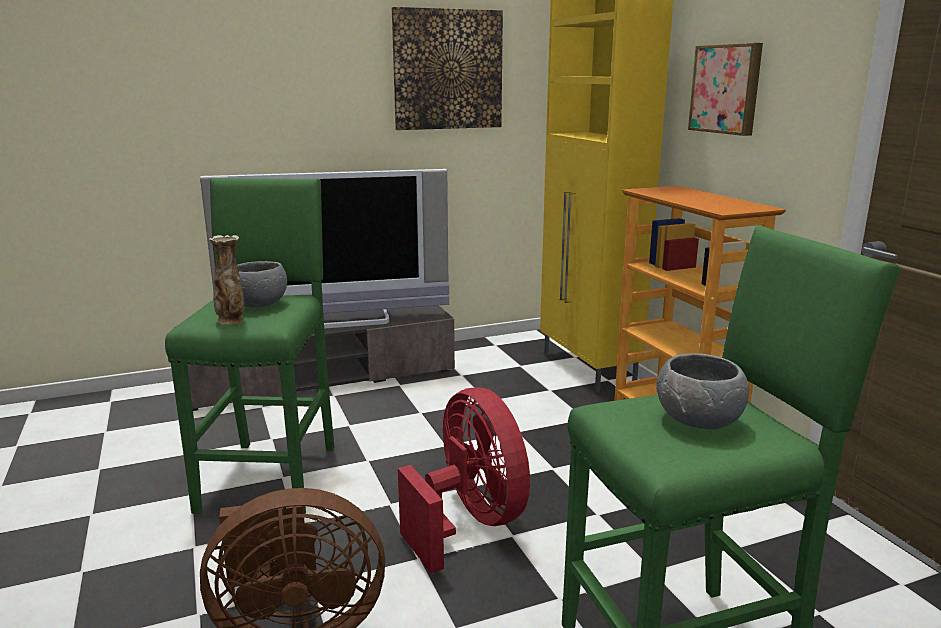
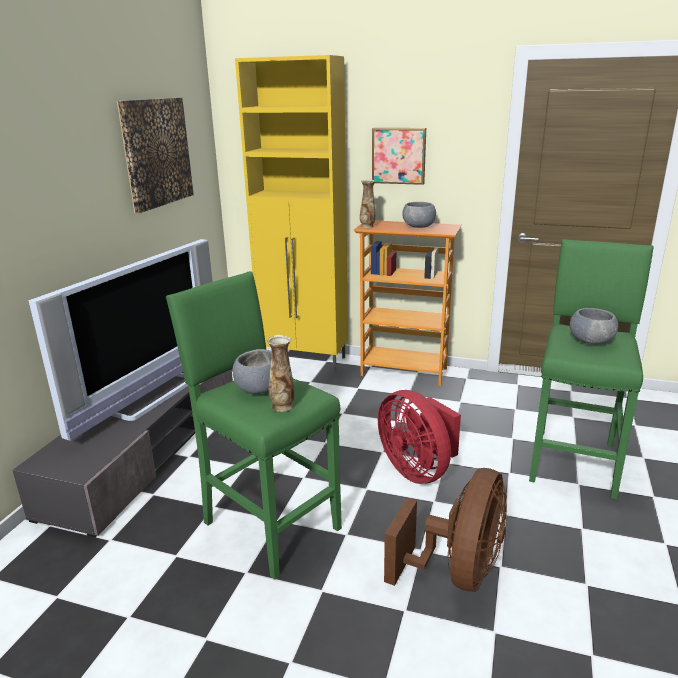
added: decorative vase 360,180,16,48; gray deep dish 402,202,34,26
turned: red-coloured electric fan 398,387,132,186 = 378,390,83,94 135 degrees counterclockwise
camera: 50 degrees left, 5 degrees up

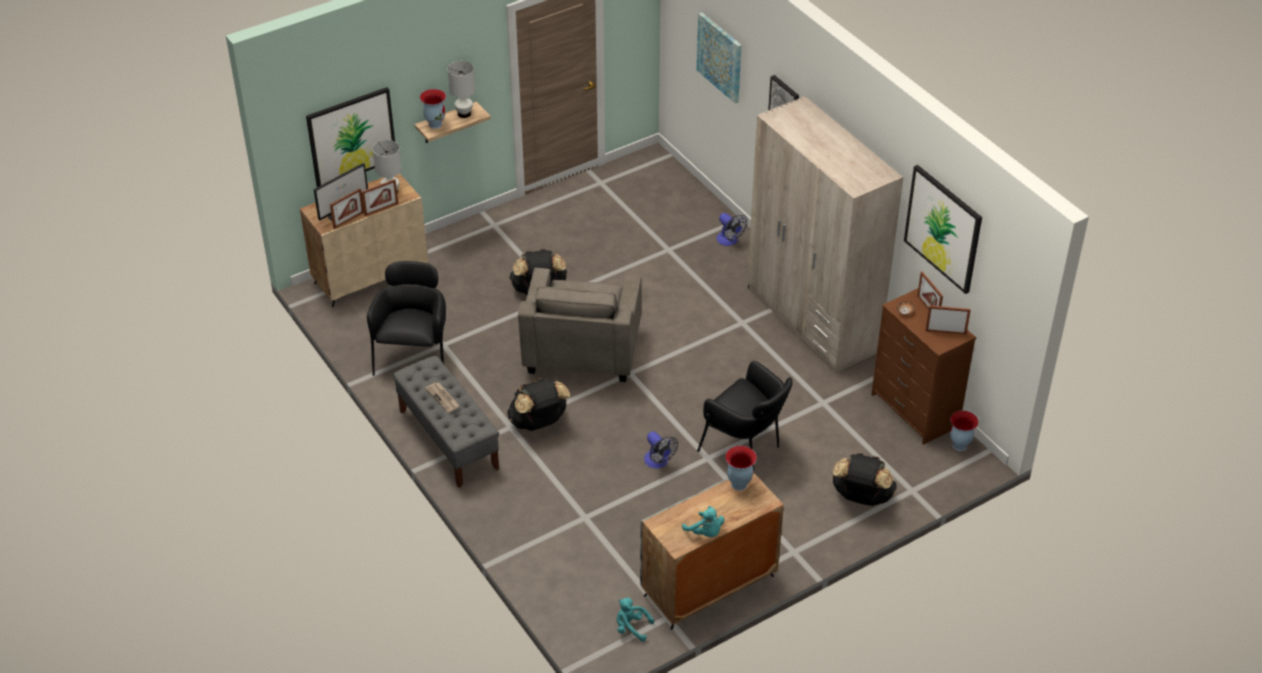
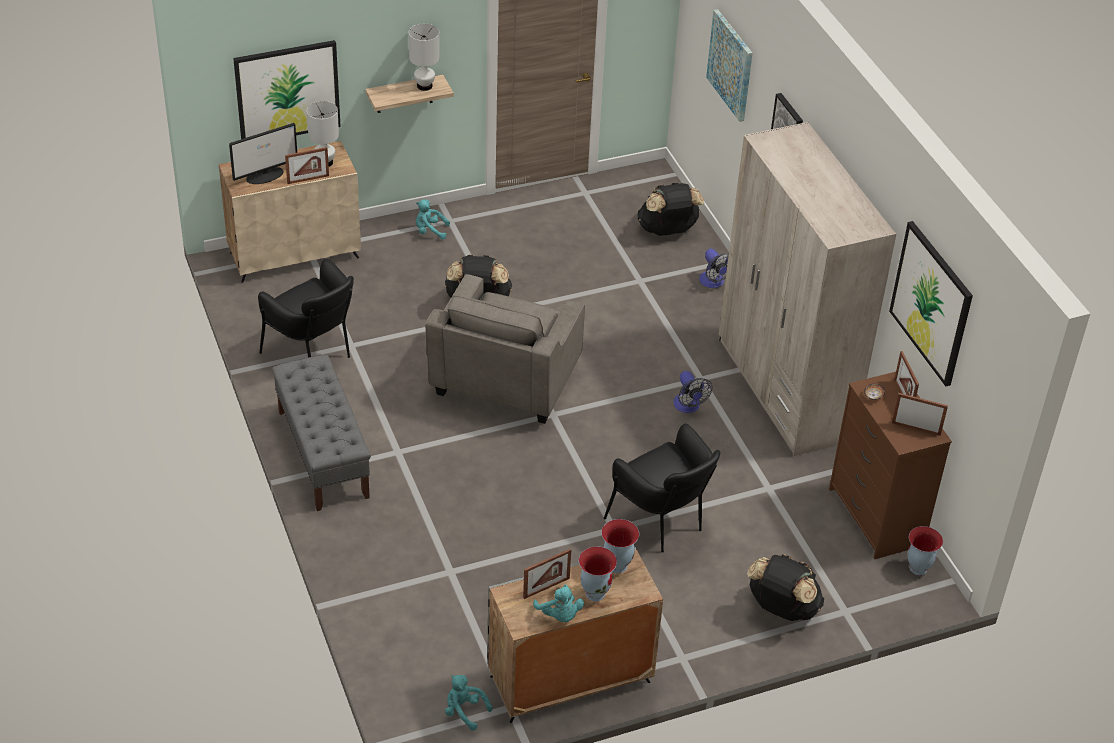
removed: newspaper 425,383,35,30
added: turquoise cuddly toy 416,199,34,40
moved: photo frame 330,188,34,41 to 523,549,48,50; decorative vase 420,89,26,40 to 579,547,38,54; blackish knapsack 507,378,63,53 to 638,182,66,54; electric fan 644,431,34,38 to 673,371,40,42
turned: blackish easy chair 367,261,79,115 = 258,258,96,100 120 degrees clockwise
camera: 10 degrees right, 0 degrees up

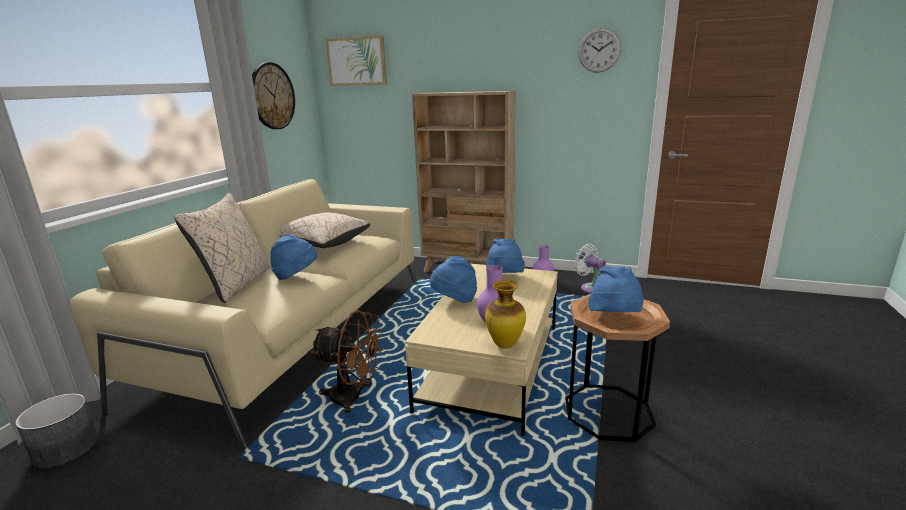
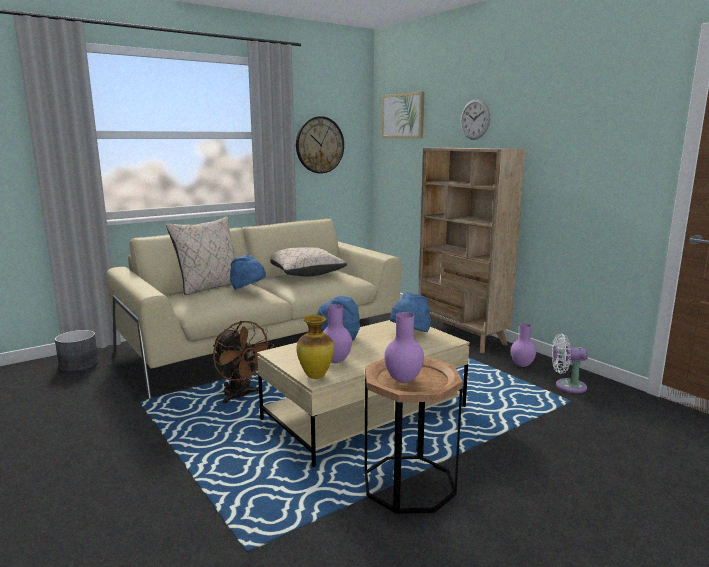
moved: clock on the wall 578,28,43,45 to 461,99,29,41
replaced: blue wearable hat 588,266,56,46 to purple-coloured decorative vase 384,312,40,71
turned: whitish electric fan 574,244,32,50 = 552,334,36,59 75 degrees counterclockwise
camera: 35 degrees right, 5 degrees down

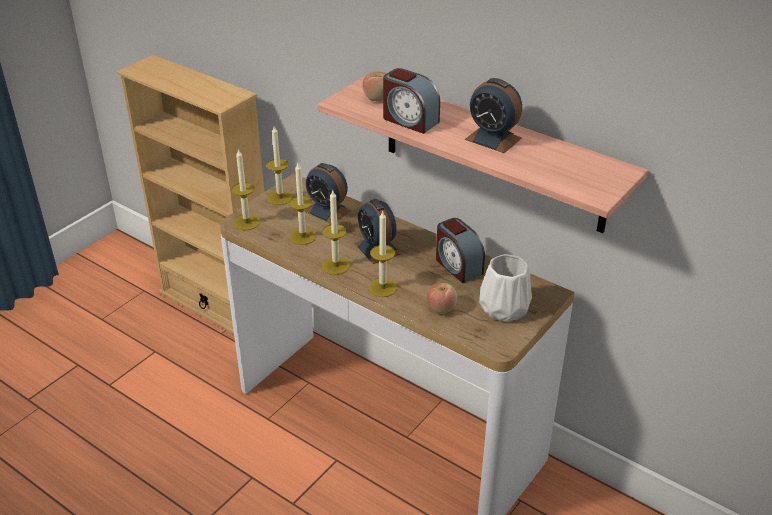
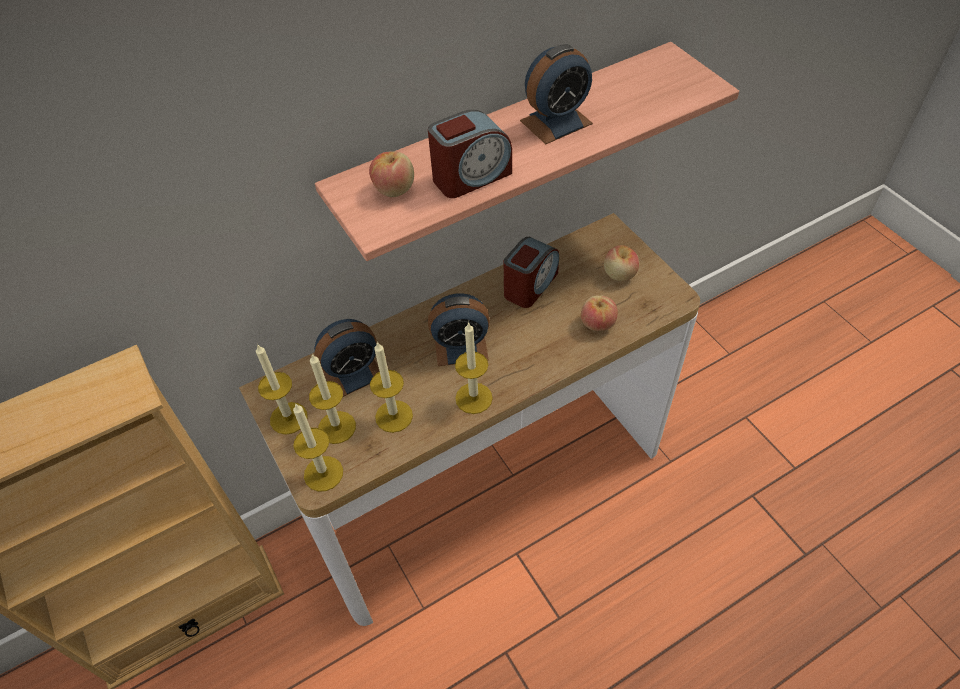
moved: wax candle 368,210,29,87 to 309,354,47,90
replaced: whitish decorative vase 479,254,53,68 to whole apple 604,245,35,36
turned: bedside clock 436,218,49,65 = 504,237,55,71 45 degrees counterclockwise
camera: 65 degrees left, 15 degrees up

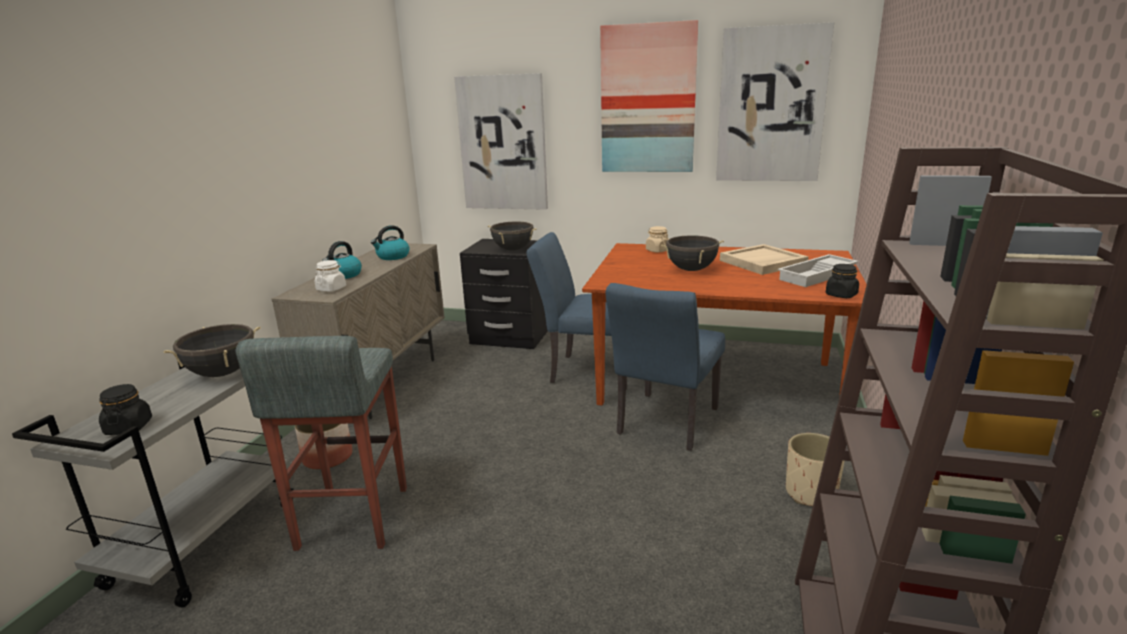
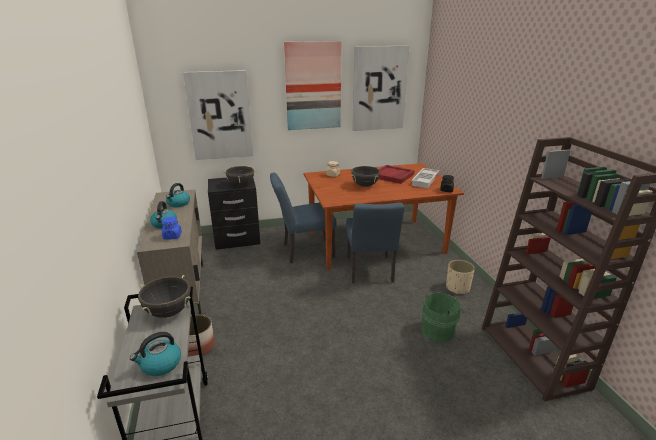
removed: gray stool 236,336,171,215
added: greenish bucket 422,292,42,51
replaced: blackish jar 99,384,53,51 to tea kettle 130,332,51,44
recoloured: whitish jar 315,260,31,32 to blue jar 162,217,20,22; beige tray 720,244,88,31 to red-coloured tray 378,165,36,19
camera: 30 degrees left, 5 degrees up

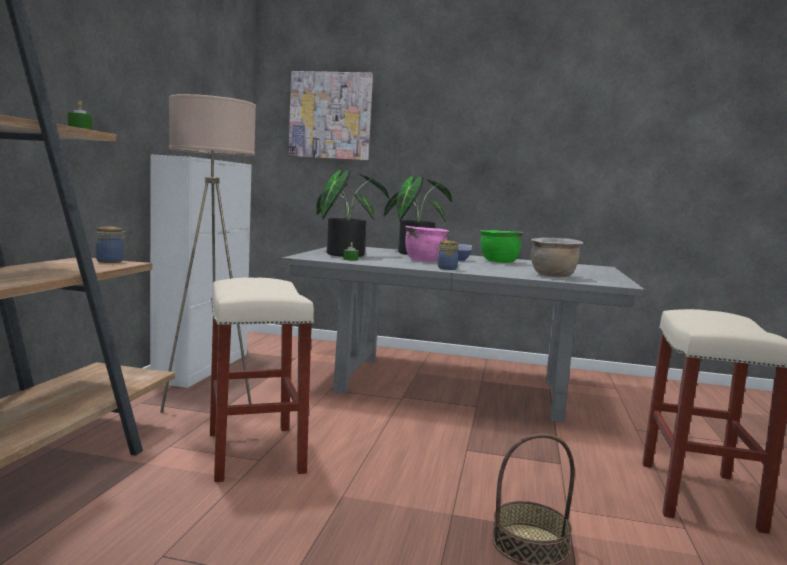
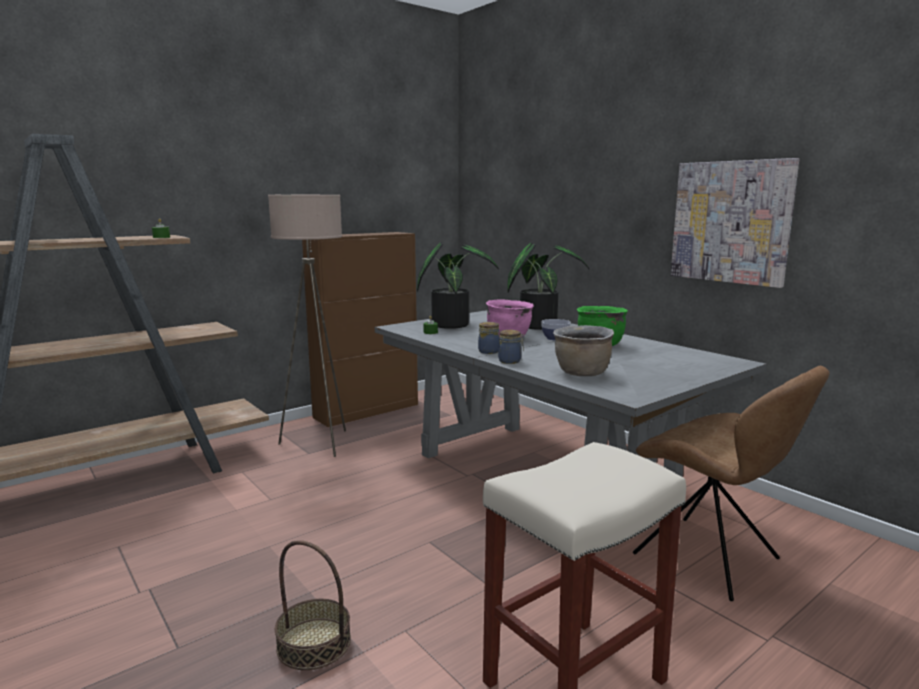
removed: beige stool 210,277,104,205
added: brown-coloured upright chair 633,366,196,235
moved: jar 96,226,31,37 to 498,330,26,34; wall picture 288,71,85,89 to 671,158,128,130
recoloured: whitish cabinet 150,154,102,234 to brown-coloured cabinet 302,232,116,195
camera: 40 degrees right, 5 degrees up

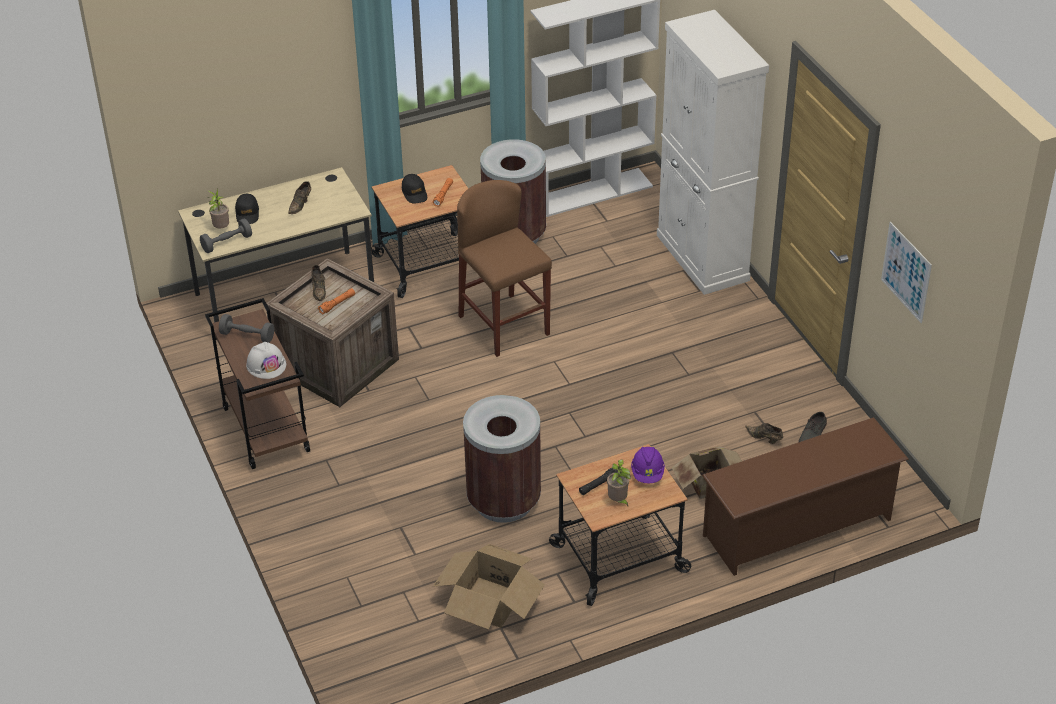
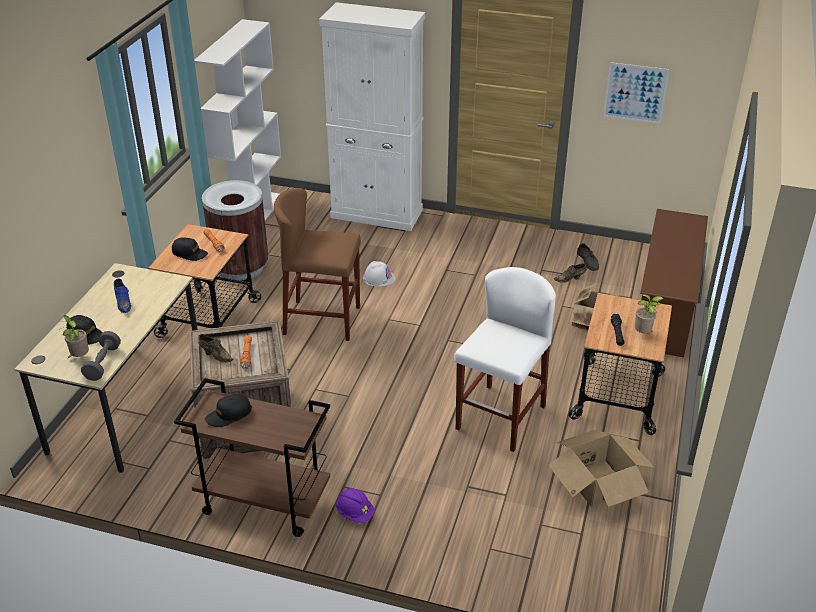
moved: purple-coloured safety helmet 631,447,34,36 to 336,488,39,35; whitish safety helmet 246,342,40,37 to 363,261,33,26
replaced: gray dumbbell 219,314,55,29 to blackish cap 205,394,47,33; brown-coloured waste bin 463,395,78,128 to whitish stool 454,267,102,185
recoloured: brown-coloured item of footwear 288,181,23,33 to blue item of footwear 114,278,17,35
camera: 50 degrees left, 5 degrees down

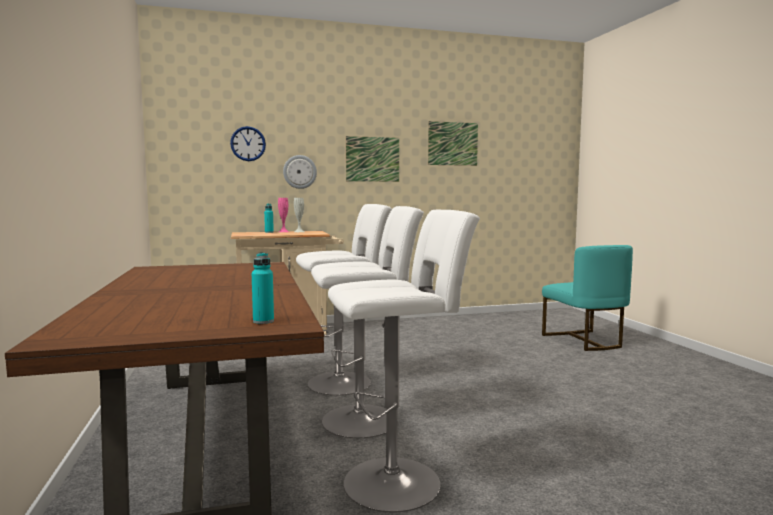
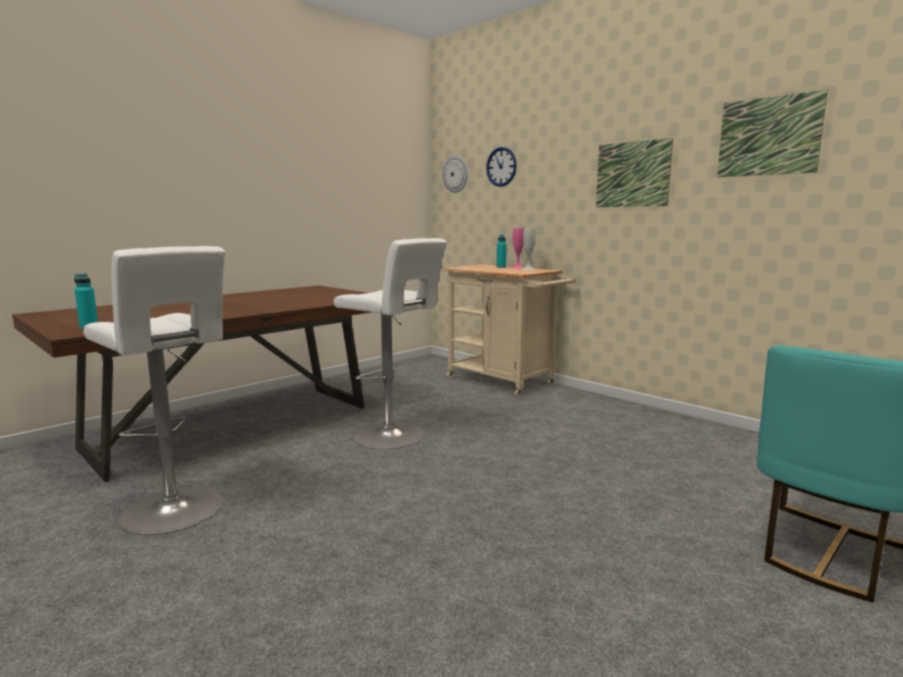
removed: whitish stool 311,206,113,232
moved: clock on the wall 283,155,34,34 to 443,156,25,37
camera: 60 degrees right, 5 degrees up

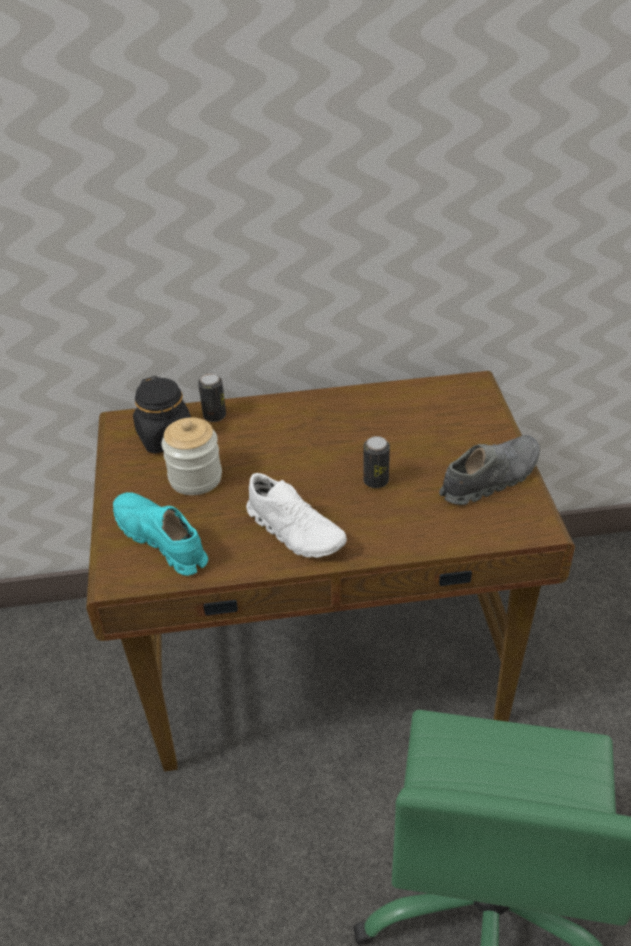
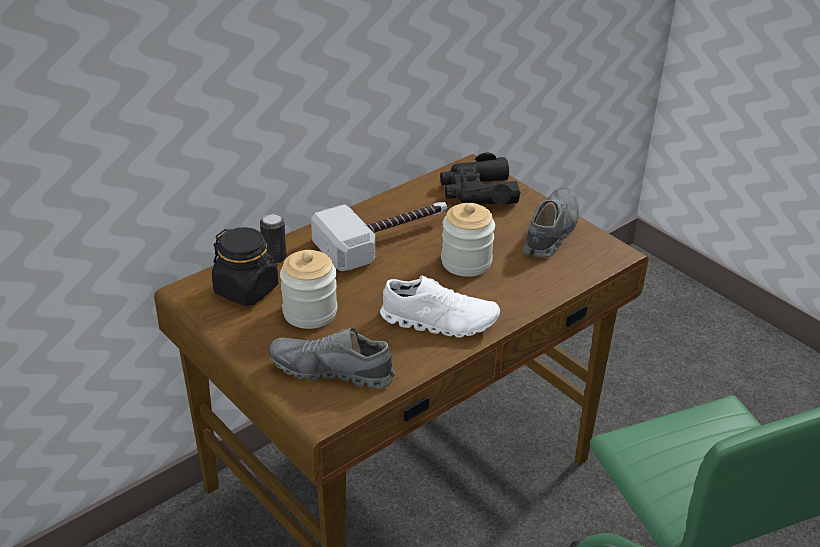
added: hammer 311,202,136,69; blackish pair of binoculars 440,153,81,52
replaced: can 363,436,27,52 to jar 441,203,54,74
recoloured: turquoise item of footwear 113,492,95,84 to gray item of footwear 268,328,127,61
camera: 35 degrees left, 5 degrees down

